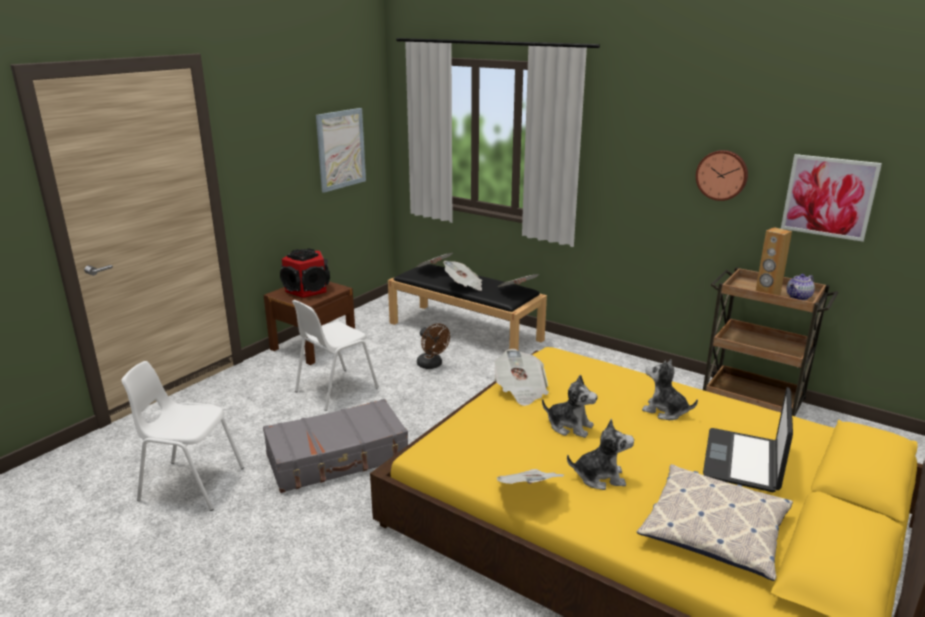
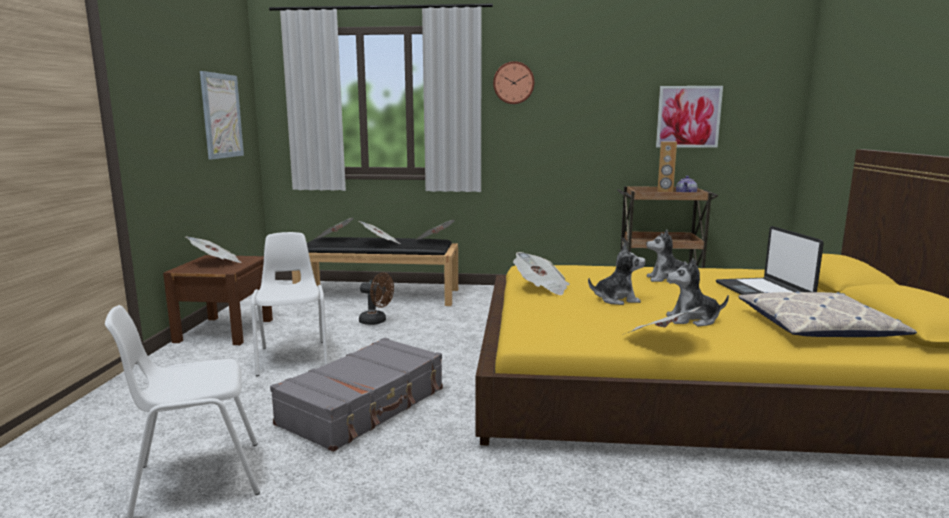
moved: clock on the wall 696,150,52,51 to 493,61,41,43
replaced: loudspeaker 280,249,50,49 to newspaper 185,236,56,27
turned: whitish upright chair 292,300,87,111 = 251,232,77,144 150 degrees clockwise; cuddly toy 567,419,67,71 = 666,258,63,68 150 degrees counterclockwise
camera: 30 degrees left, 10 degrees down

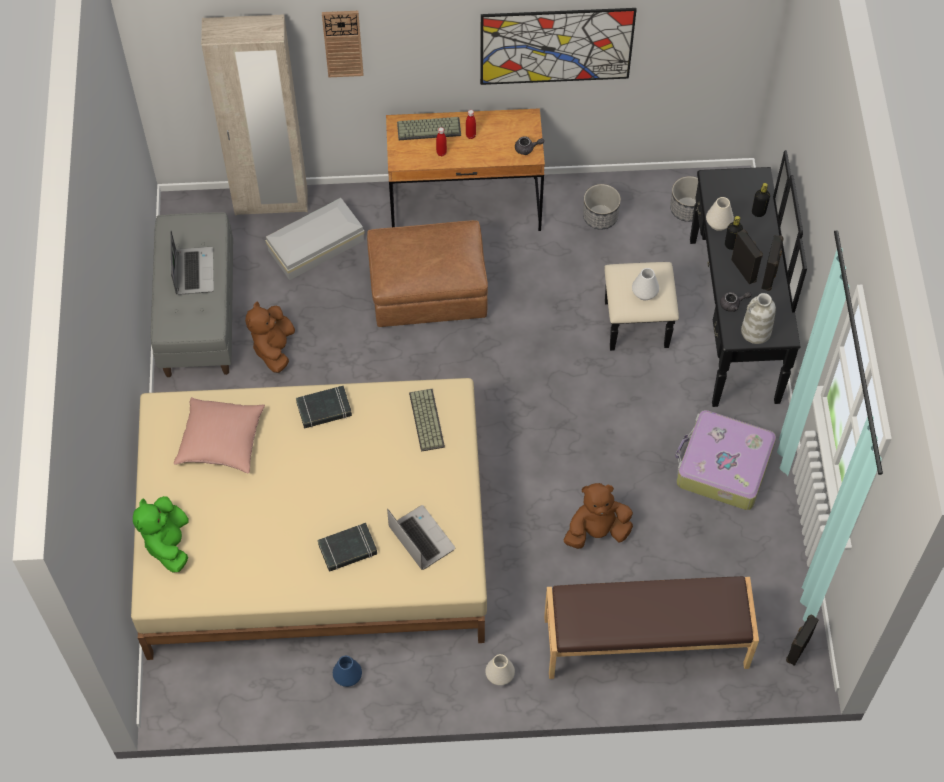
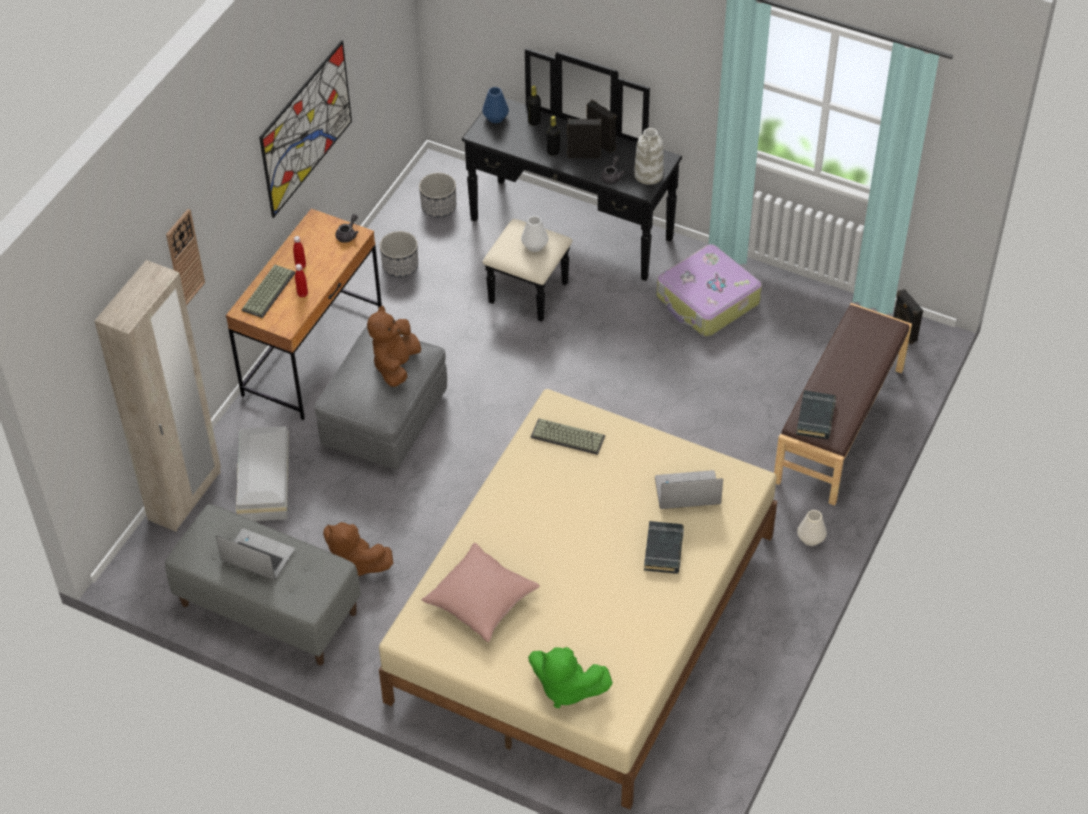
removed: whitish decorative vase 706,197,28,34
moved: brown-coloured cuddly toy 564,483,69,66 to 367,306,54,81; blue decorative vase 333,656,29,31 to 482,87,27,36; blackish volume 296,386,56,42 to 796,390,40,49
recoloured: brown-coloured ottoman 367,220,121,107 to gray ottoman 314,326,133,144
camera: 60 degrees left, 10 degrees down

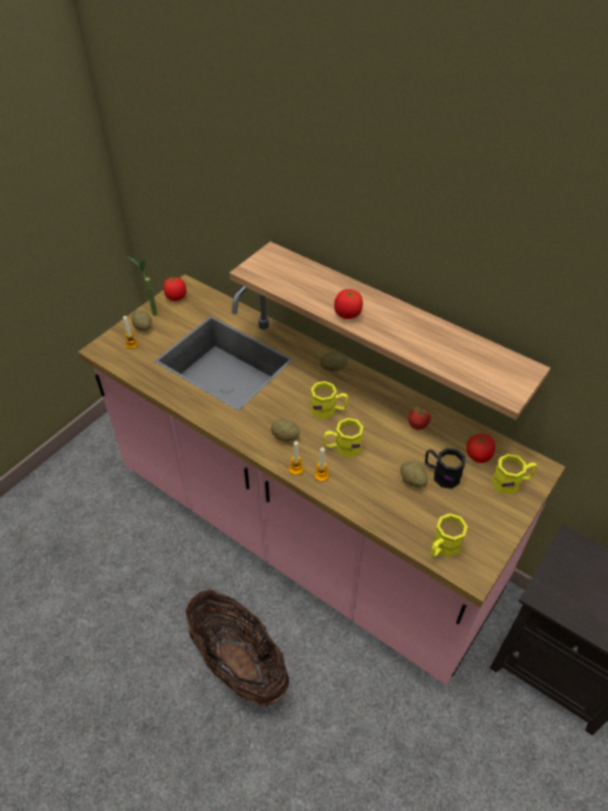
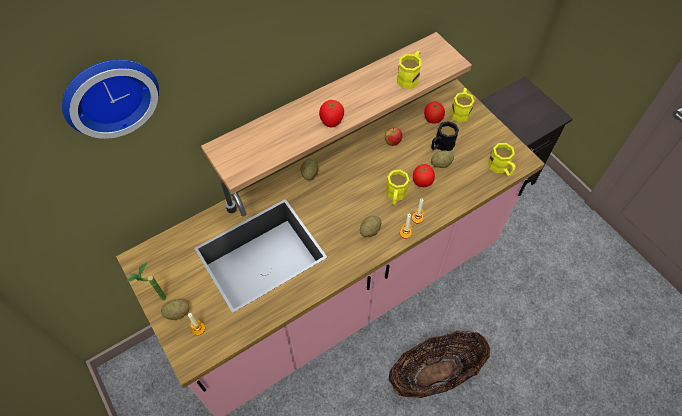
added: clock on the wall 62,59,97,80
moved: yellowish coffee mug 311,381,37,38 to 397,51,24,38; fresh tomato 163,277,24,24 to 413,164,22,23
camera: 70 degrees left, 10 degrees up

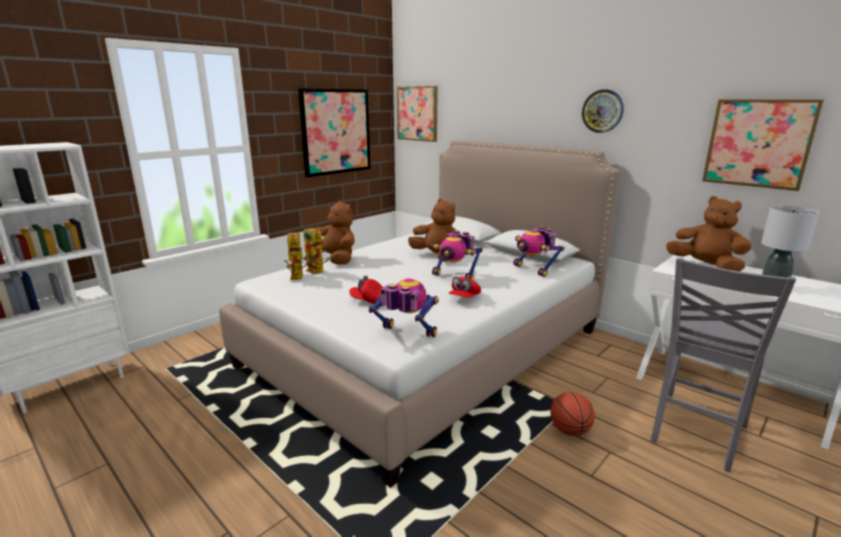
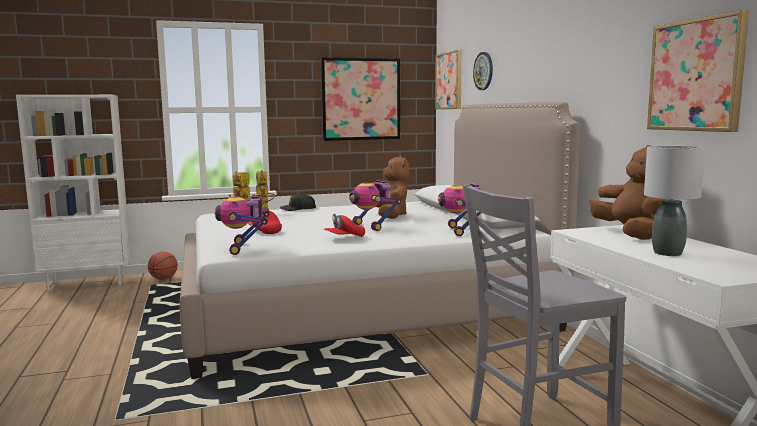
moved: basketball 550,392,45,44 to 148,252,30,28; clock on the wall 582,89,42,44 to 473,52,20,38
replaced: brown-coloured cuddly toy 315,200,40,64 to blackish cap 280,194,36,17
turned: model robot 369,279,70,58 = 214,194,56,61 150 degrees counterclockwise
camera: 30 degrees right, 10 degrees down

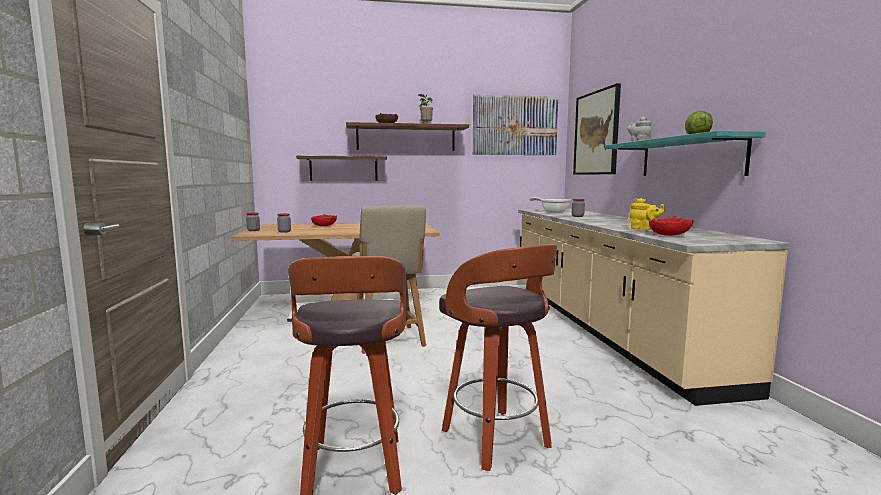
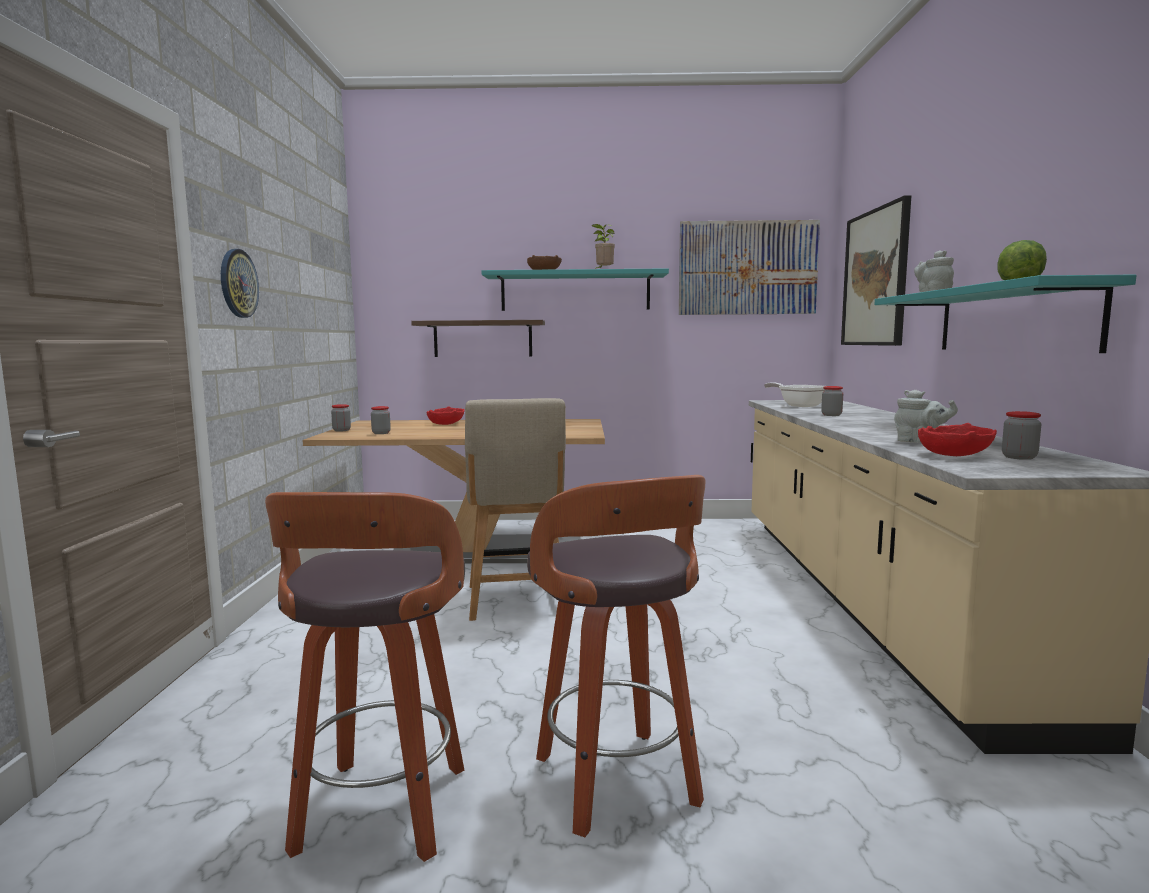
added: clock on the wall 221,249,38,69; jar 1002,411,39,49
recoloured: brown-coloured bracket shelf 346,122,123,29 to turquoise bracket shelf 481,268,188,43; yellowish tea pot 629,198,37,32 to gray tea pot 894,389,64,54
camera: 10 degrees right, 0 degrees up

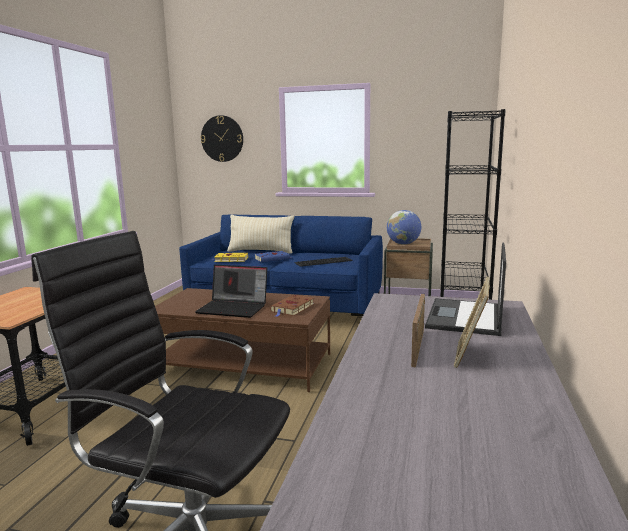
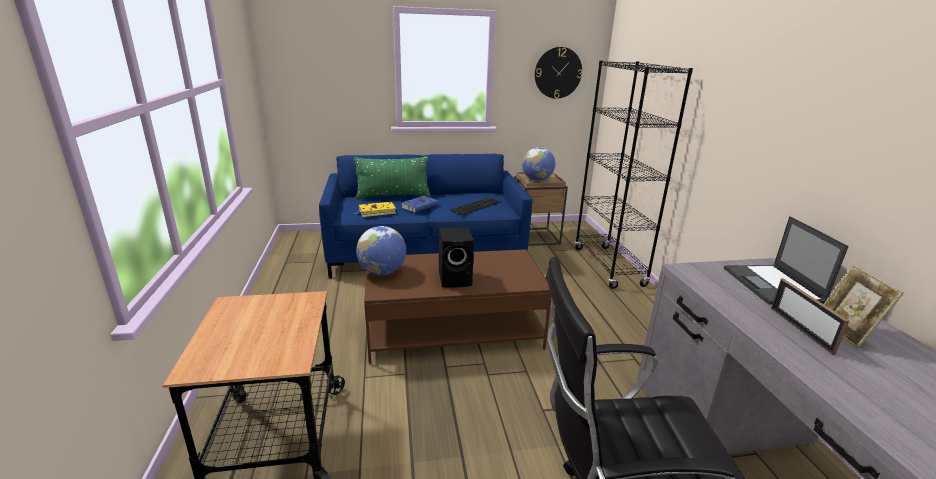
removed: brown-coloured volume 270,295,44,22
added: desk globe 356,226,50,49
moved: clock on the wall 201,115,42,47 to 535,47,47,52
replaced: notebook computer 195,265,72,53 to blackish loudspeaker 439,227,35,61
recoloured: beige throw pillow 227,215,67,39 to greenish throw pillow 354,156,77,43
camera: 25 degrees left, 10 degrees up

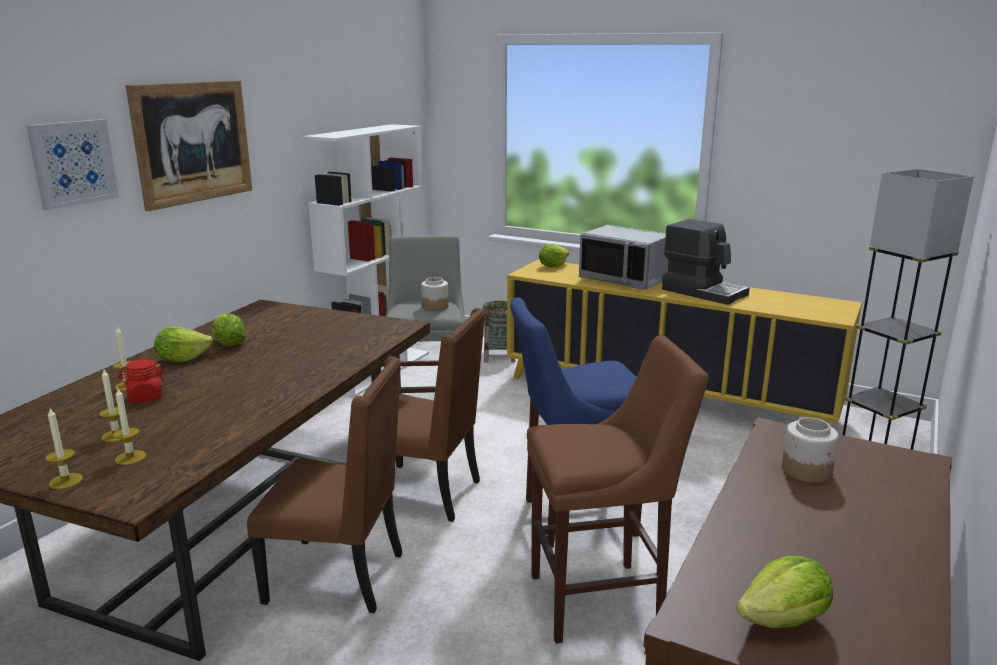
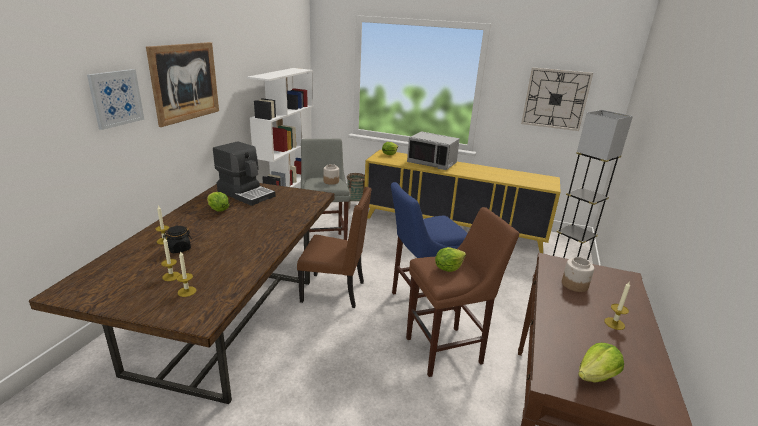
removed: brown-coloured upright chair 247,356,155,257
added: clock on the wall 521,67,72,64
moved: coffee machine 662,219,88,86 to 213,141,63,65; lettuce 154,327,59,35 to 435,247,31,25; wax candle 45,408,38,81 to 604,282,26,48
recoloured: red-coloured jar 118,359,47,44 to blackish jar 163,226,29,27
camera: 10 degrees left, 5 degrees up

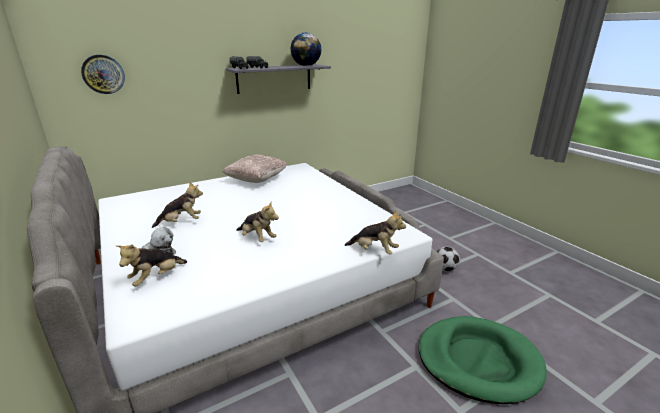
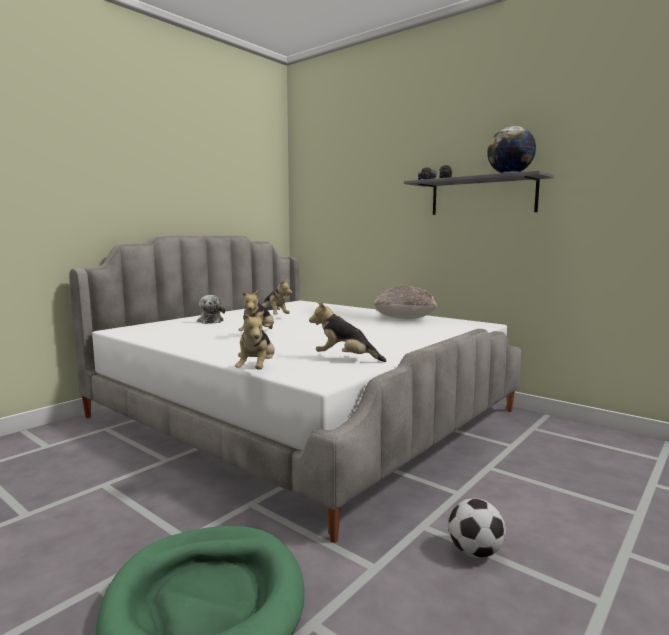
removed: clock on the wall 81,55,44,39
moved: cuddly toy 116,244,71,43 to 309,301,78,61
camera: 70 degrees right, 15 degrees down

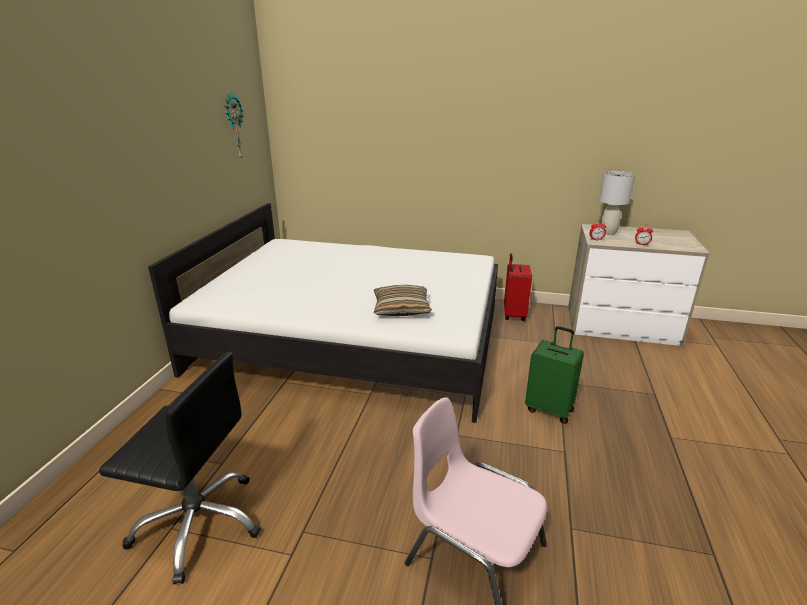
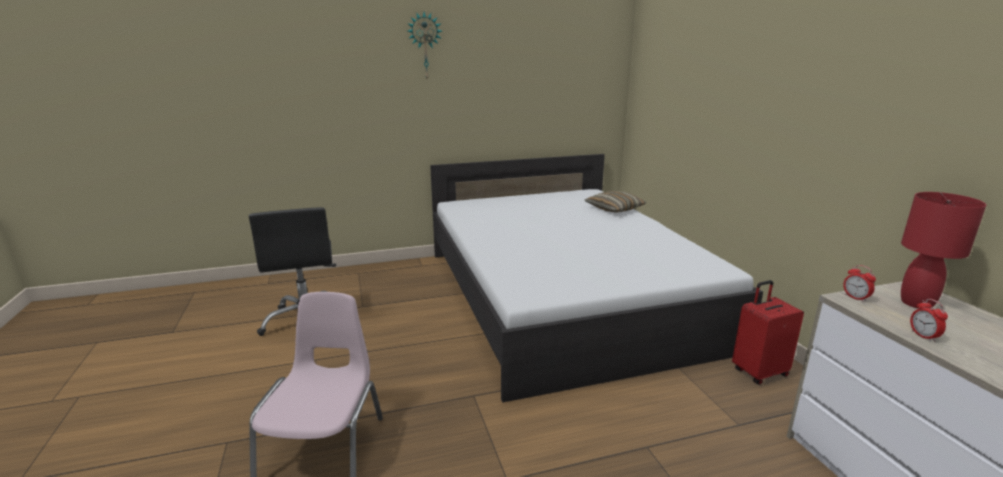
removed: greenish piece of luggage 525,326,59,98
moved: clock on the wall 224,93,20,65 to 407,12,35,67; throw pillow 374,285,58,31 to 585,191,61,22
recoloured: gray tabletop lamp 599,171,36,64 to red-coloured tabletop lamp 901,192,85,117
camera: 60 degrees right, 5 degrees down

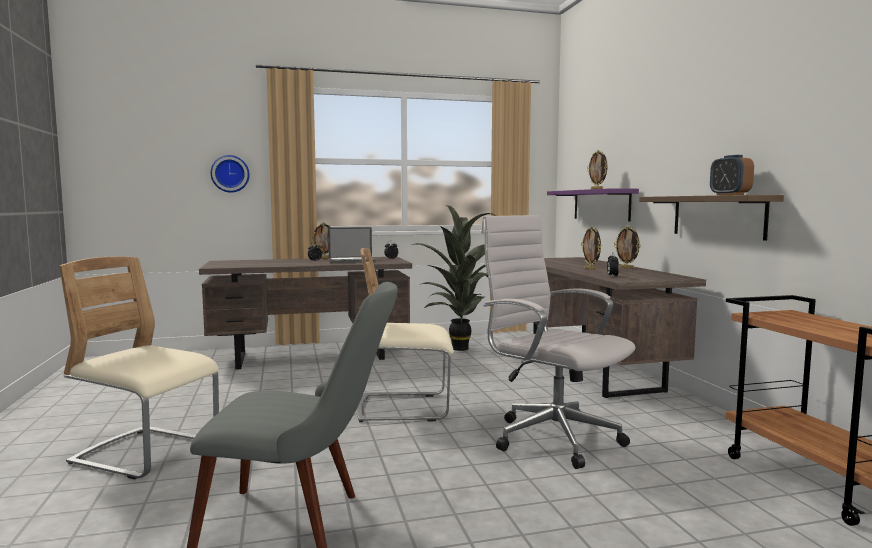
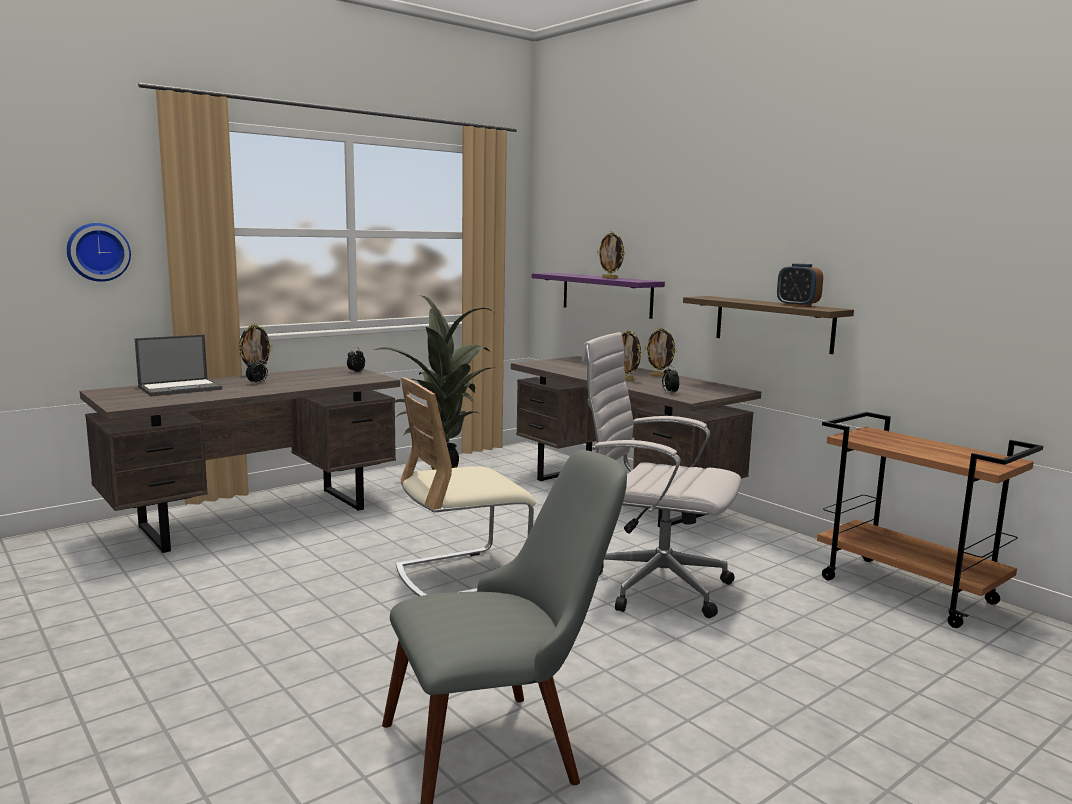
removed: beige upright chair 59,257,160,222
moved: notebook computer 328,227,48,36 to 134,334,88,62
camera: 25 degrees left, 5 degrees up

